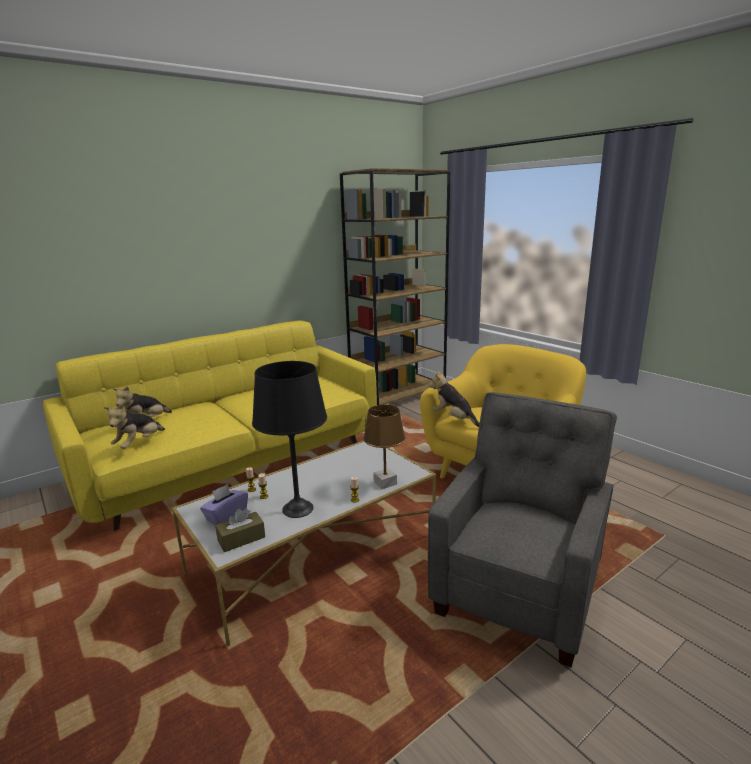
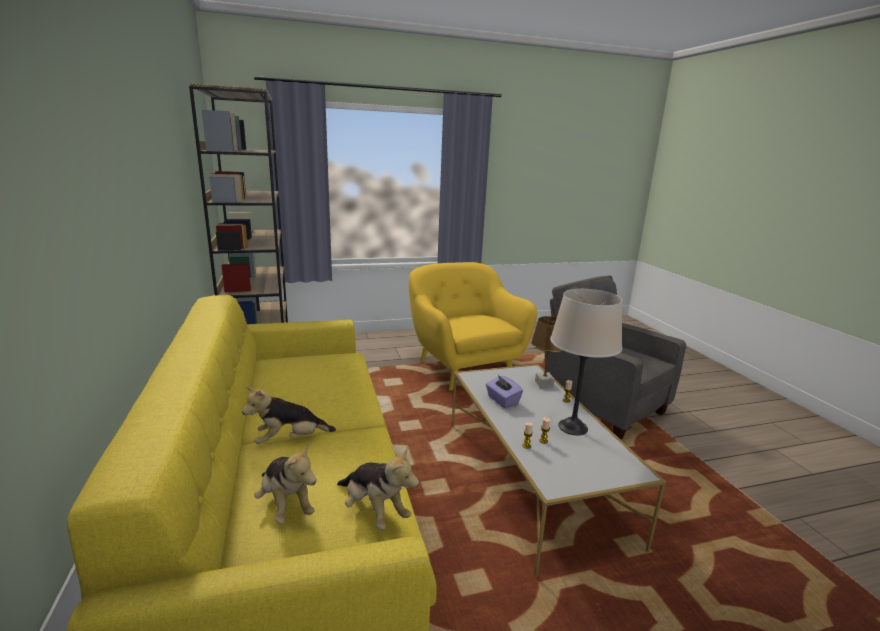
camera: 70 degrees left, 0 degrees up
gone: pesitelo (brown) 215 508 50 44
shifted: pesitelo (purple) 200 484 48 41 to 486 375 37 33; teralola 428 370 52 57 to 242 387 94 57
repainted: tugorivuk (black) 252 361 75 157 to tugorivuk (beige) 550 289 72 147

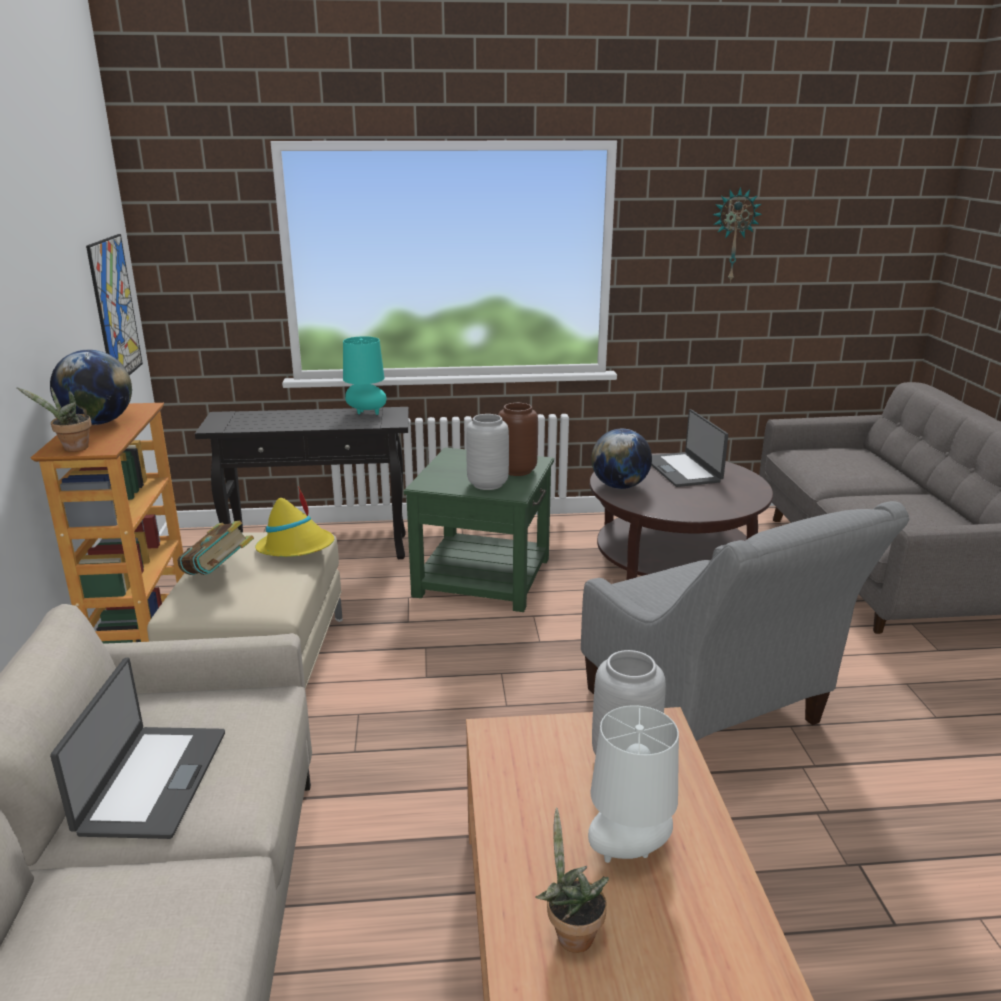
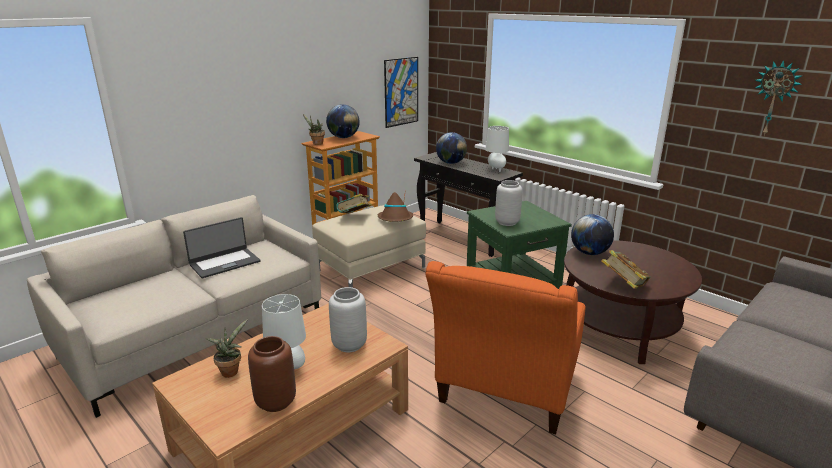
camera: 50 degrees right, 0 degrees up
gone: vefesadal 651 409 77 78
new: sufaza 436 132 31 32; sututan 601 250 50 39
shifted: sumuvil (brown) 498 403 40 73 to 248 336 48 76
repainted: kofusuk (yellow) 255 486 79 71 to kofusuk (brown) 378 189 35 33; tugorivuk (turquoise) 343 336 44 79 to tugorivuk (white) 485 126 24 46; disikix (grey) 581 501 328 240 to disikix (orange) 426 261 159 173

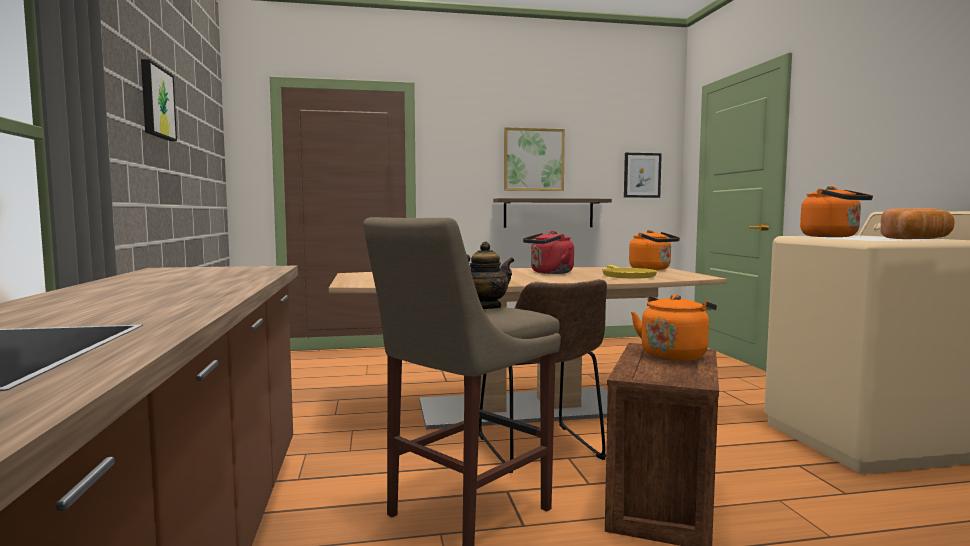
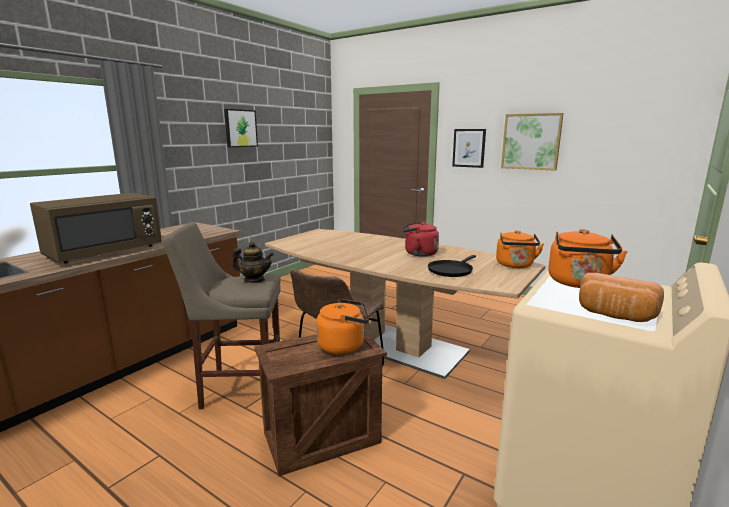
camera: 45 degrees right, 10 degrees up
gone: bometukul 493 198 119 30
new: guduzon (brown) 30 193 132 70
shifted: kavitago 624 153 38 45 to 452 129 34 39
repainted: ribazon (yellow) 602 265 55 13 to ribazon (black) 428 255 48 22

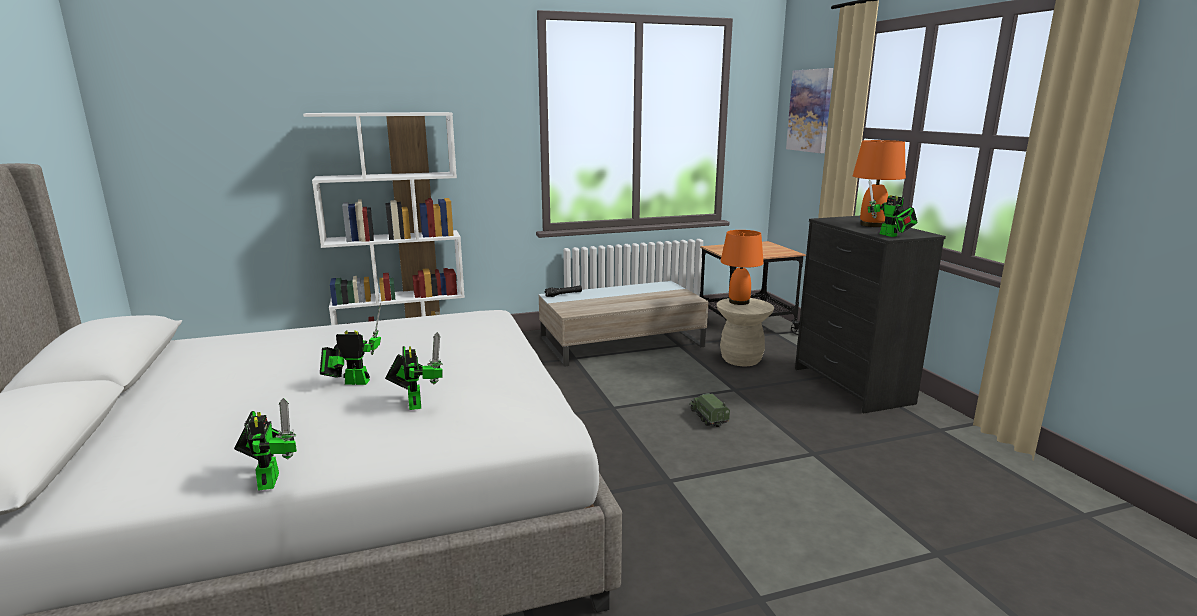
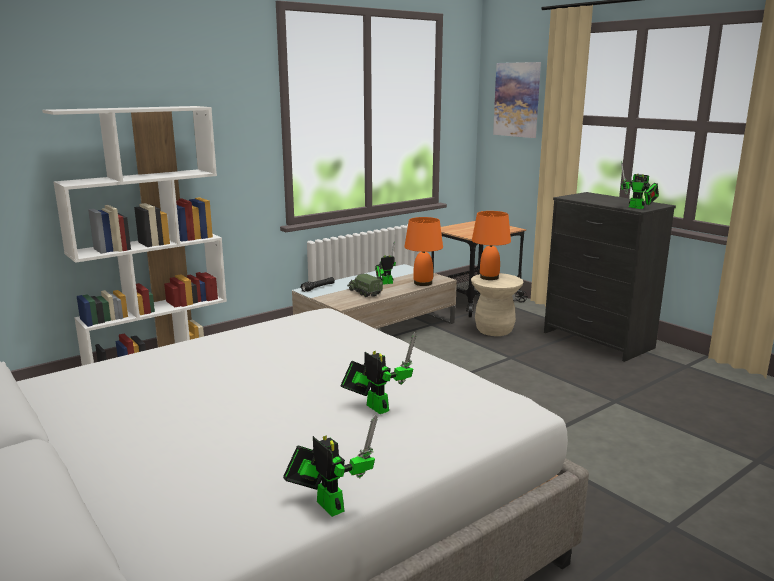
camera: 20 degrees left, 0 degrees up
shifted: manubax 320 303 61 82 to 375 241 21 44; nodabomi 689 393 41 34 to 347 274 36 23; tugorivuk (orange) 853 140 53 87 to 404 217 39 69

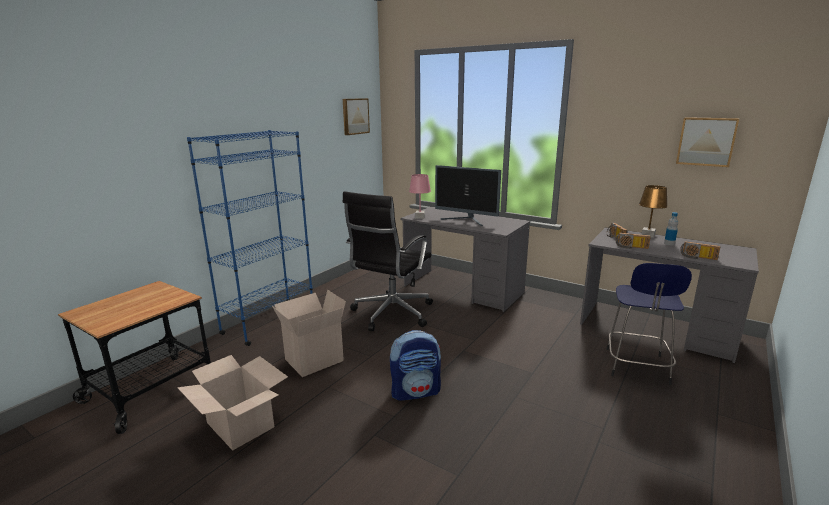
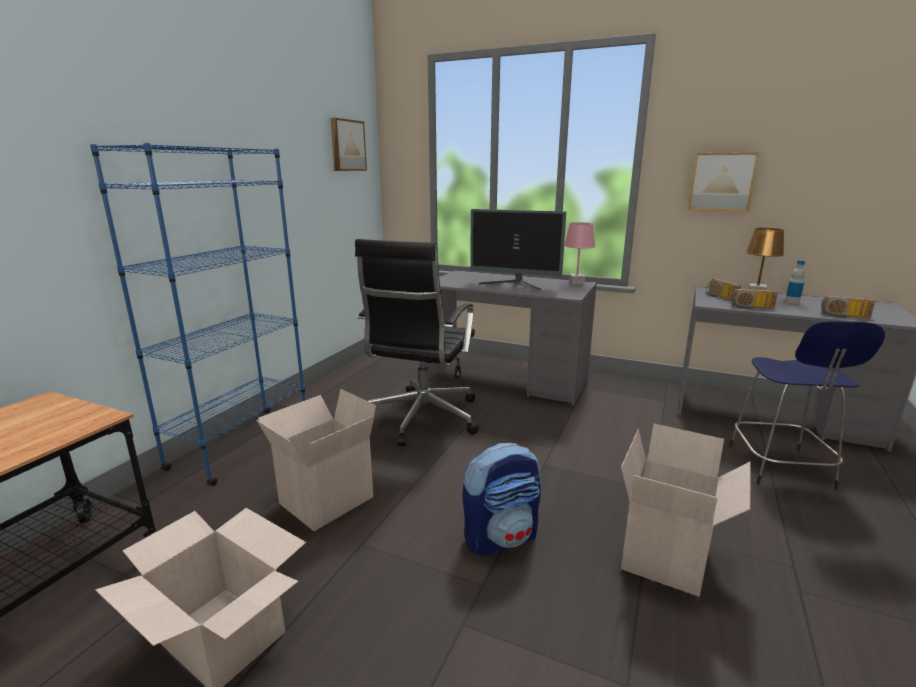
camera: 10 degrees left, 0 degrees up
new: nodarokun 621 423 130 174
shifted: tugorivuk (pink) 409 174 22 45 to 564 222 31 62; kavitago 676 117 63 50 to 688 152 71 60

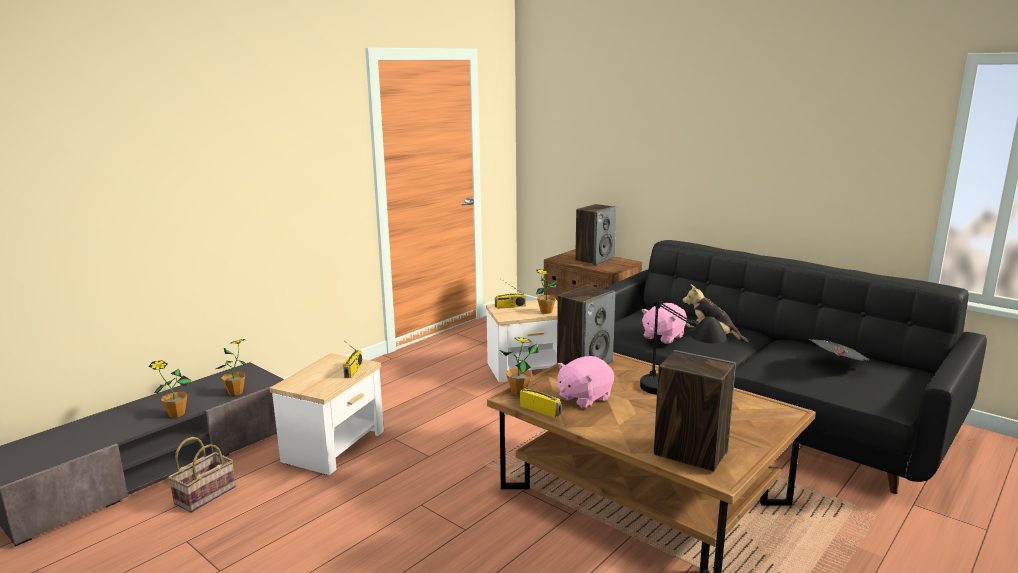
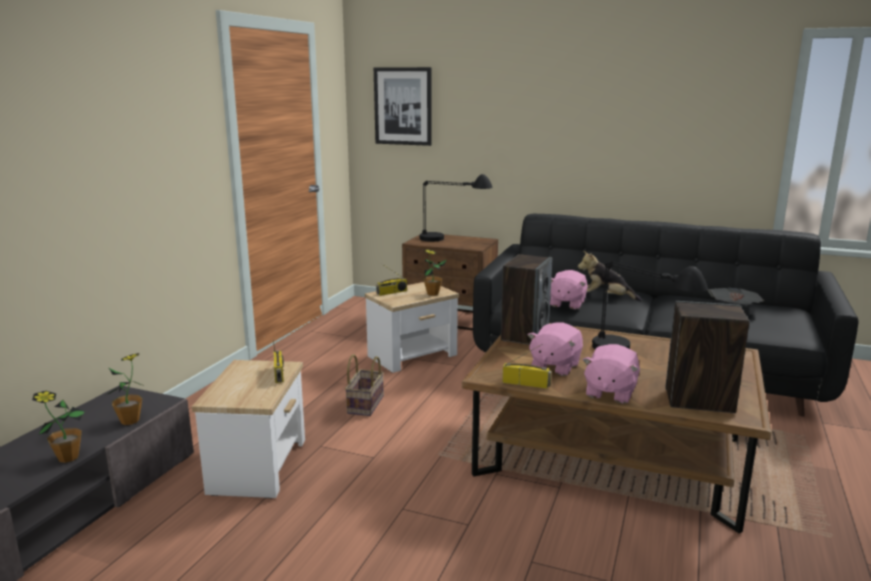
camera: 20 degrees left, 0 degrees up
gone: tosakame 500 337 39 59
new: kavitago 374 67 58 79; teralola (pink) 582 344 58 60
shifted: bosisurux 168 437 68 76 to 345 354 39 62
swapped: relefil 575 204 41 61 to tugorivuk (black) 419 174 74 68

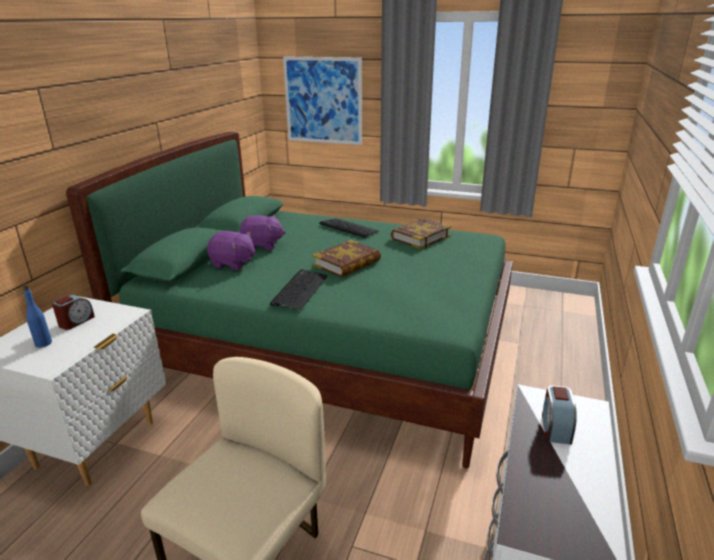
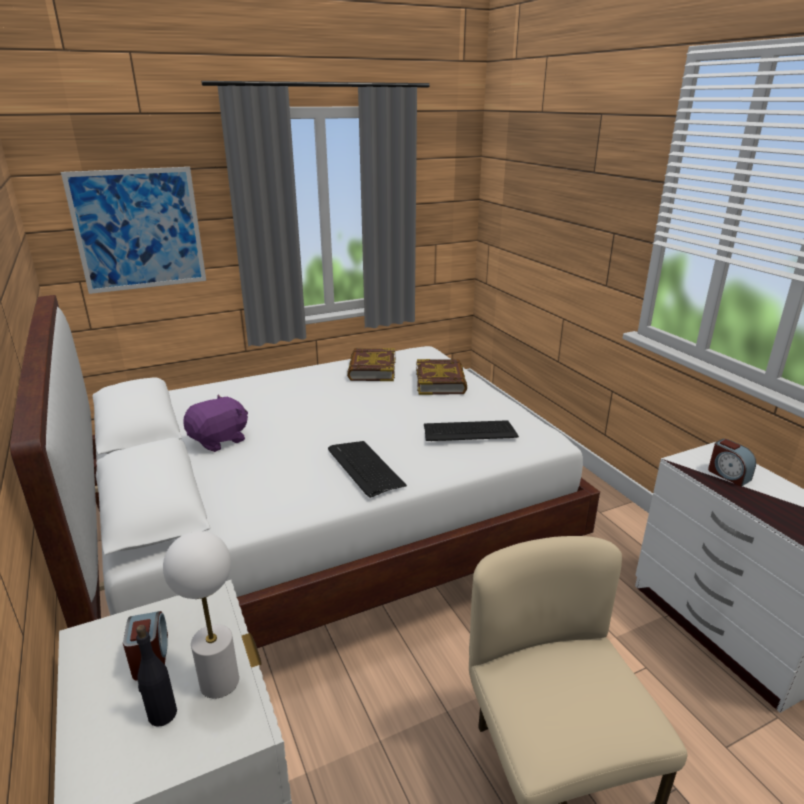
camera: 45 degrees left, 0 degrees up
gone: teralola (purple) 207 231 49 39
new: tugorivuk (white) 163 531 76 168
shifted: sututan 312 240 69 37 to 416 359 51 36; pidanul 319 218 60 20 to 424 420 95 21
repainted: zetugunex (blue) 22 284 30 64 to zetugunex (black) 136 625 41 101; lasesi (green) 66 132 447 337 to lasesi (white) 10 295 590 353

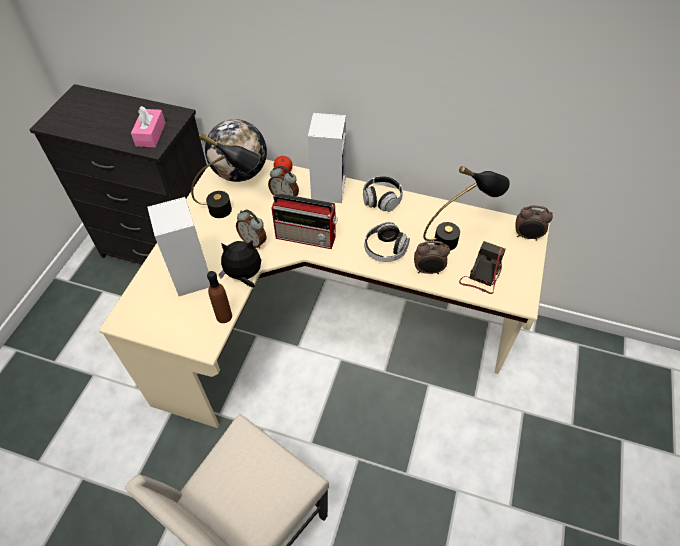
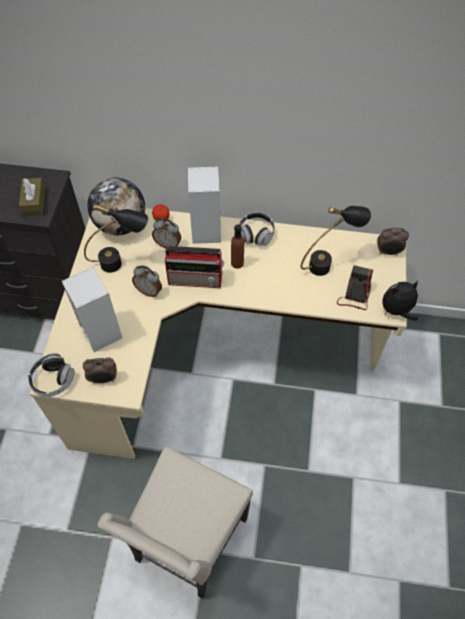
camera: 10 degrees left, 5 degrees up
shifted: zetugunex (brown) 207 271 25 52 to 231 224 13 45; teralola 219 240 42 47 to 382 281 36 40; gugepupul 364 222 46 40 to 28 353 47 44; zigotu 414 241 36 33 to 83 357 34 27
repainted: pesitelo (pink) 131 106 35 41 to pesitelo (brown) 19 178 26 38

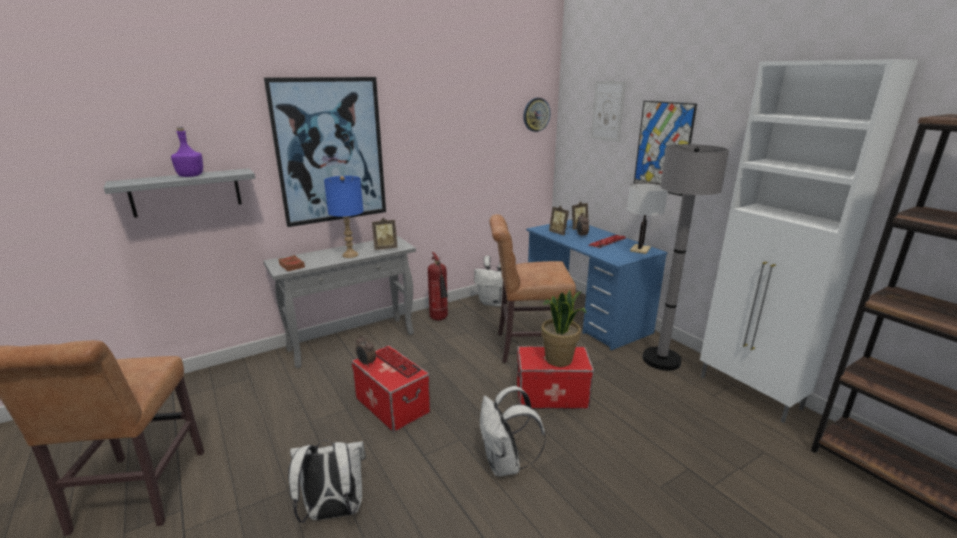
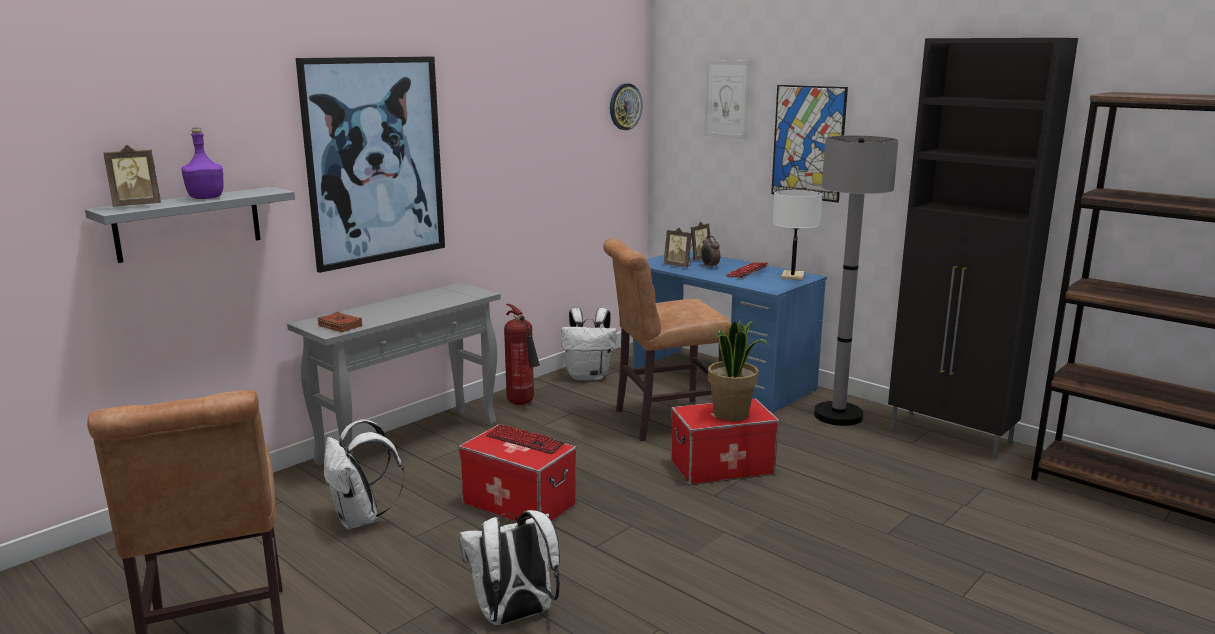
camera: 15 degrees left, 5 degrees down
gone: tugorivuk (blue) 324 176 39 82; zigotu 356 335 20 32
shifted: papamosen 372 218 25 32 to 104 145 57 62; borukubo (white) 480 386 66 91 to 324 419 81 111
repainted: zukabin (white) 700 59 218 364 to zukabin (black) 888 38 190 421

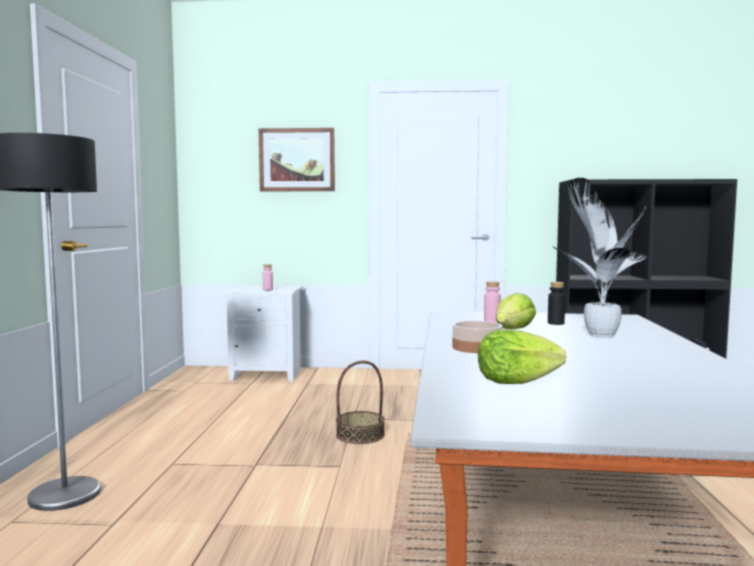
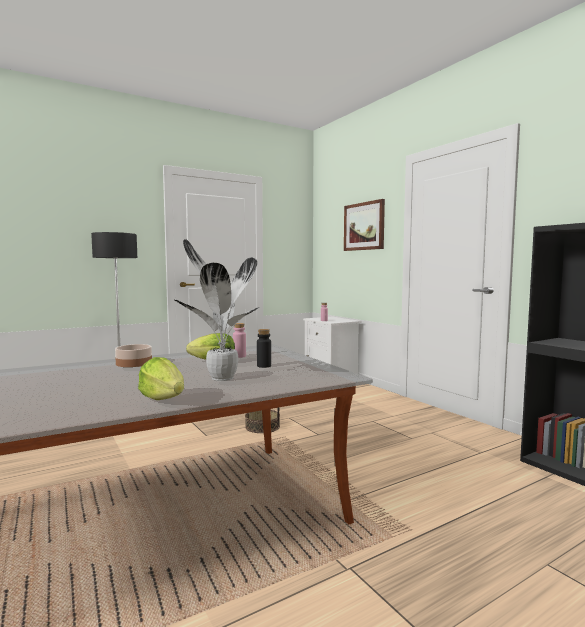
camera: 55 degrees right, 0 degrees up
shifted: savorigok 478 329 88 55 to 138 357 46 43

